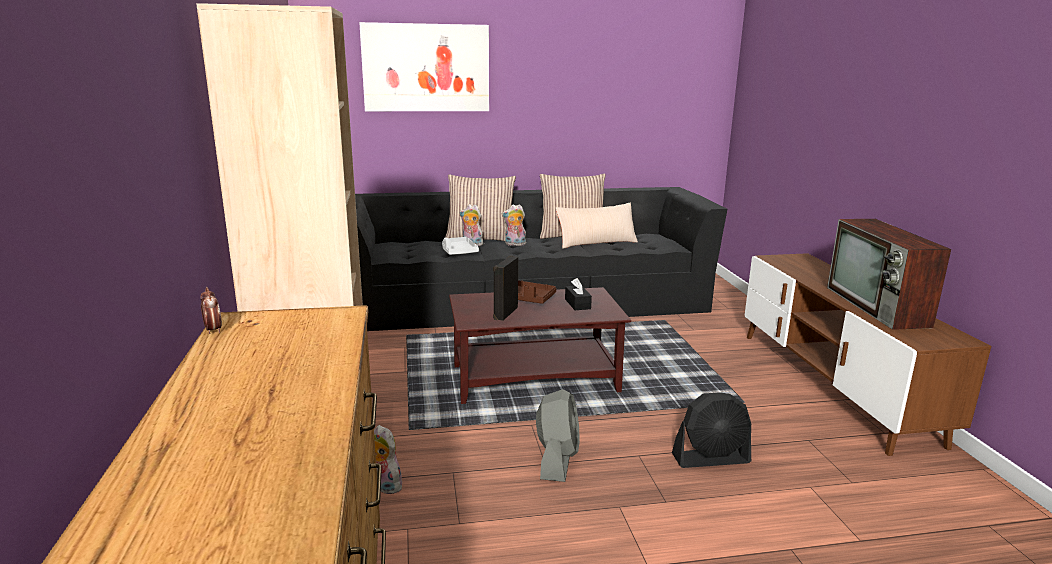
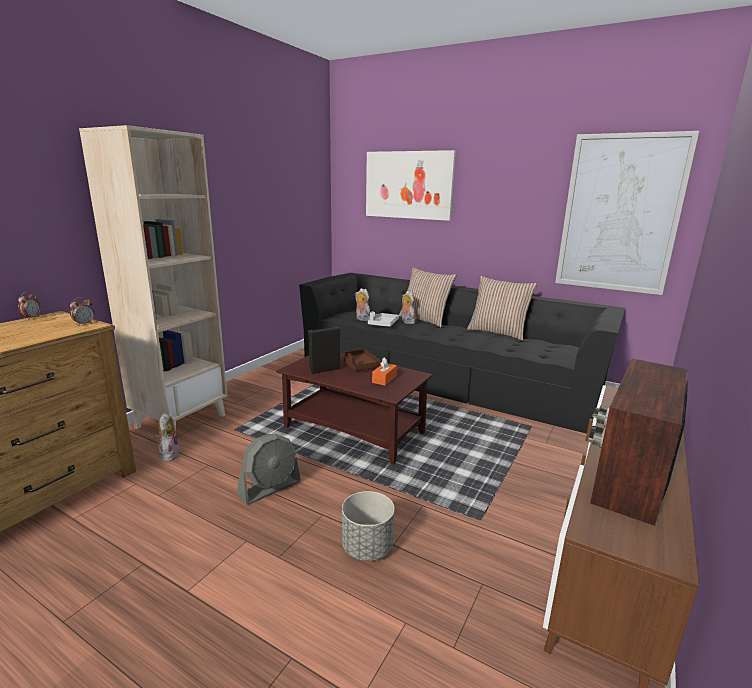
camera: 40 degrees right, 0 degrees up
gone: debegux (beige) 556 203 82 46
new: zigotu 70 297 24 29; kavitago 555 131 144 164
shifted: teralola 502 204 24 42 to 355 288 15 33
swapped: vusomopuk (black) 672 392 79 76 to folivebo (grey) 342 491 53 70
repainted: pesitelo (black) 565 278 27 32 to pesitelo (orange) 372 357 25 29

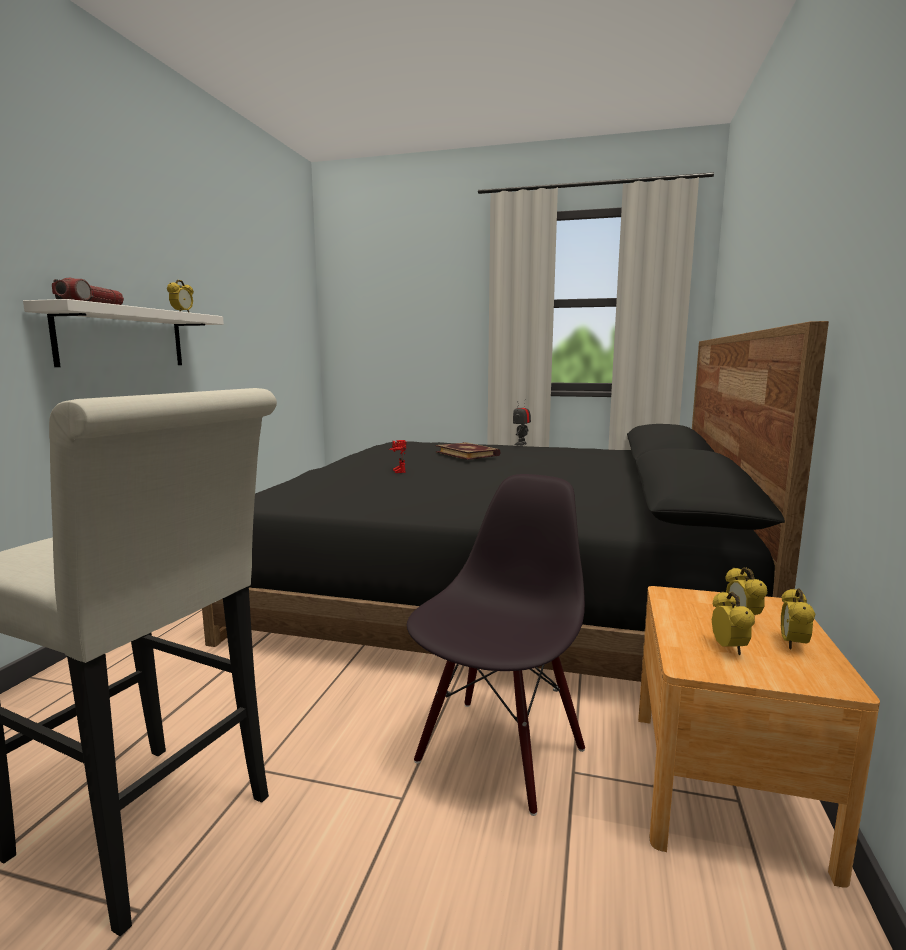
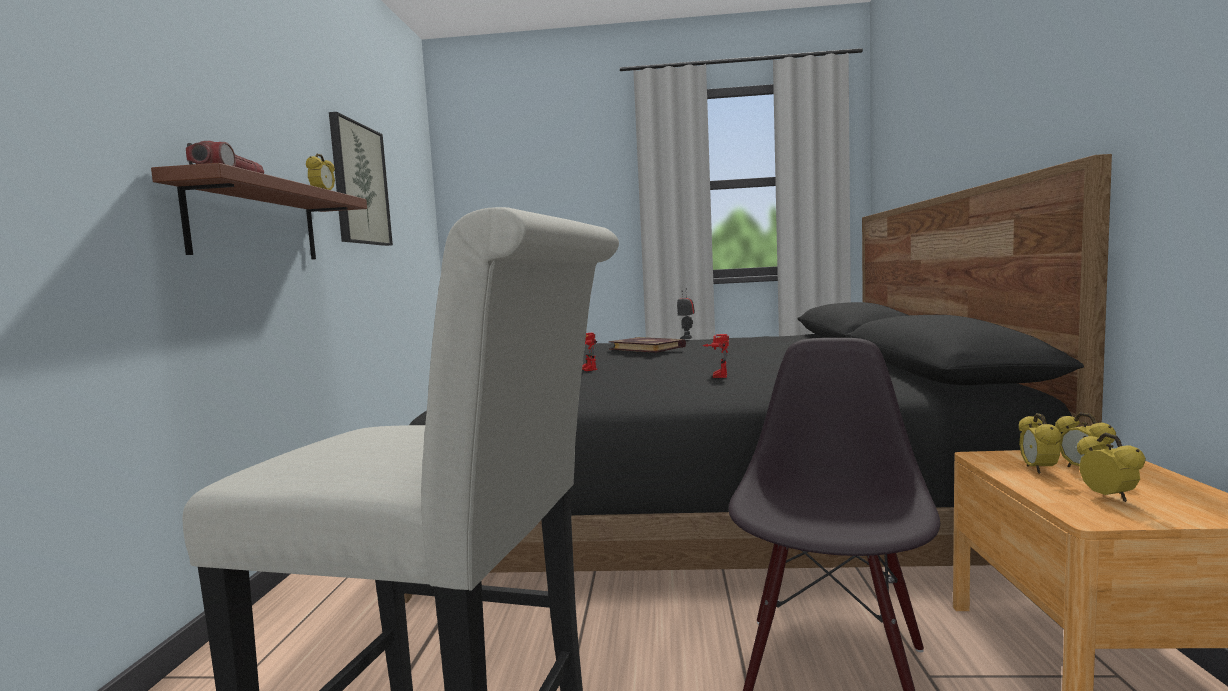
camera: 10 degrees left, 5 degrees down
new: kavitago 329 112 64 134; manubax 702 334 27 44
shifted: zigotu 781 588 35 62 to 1019 413 42 61
repainted: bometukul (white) 23 299 201 68 to bometukul (brown) 151 163 216 96

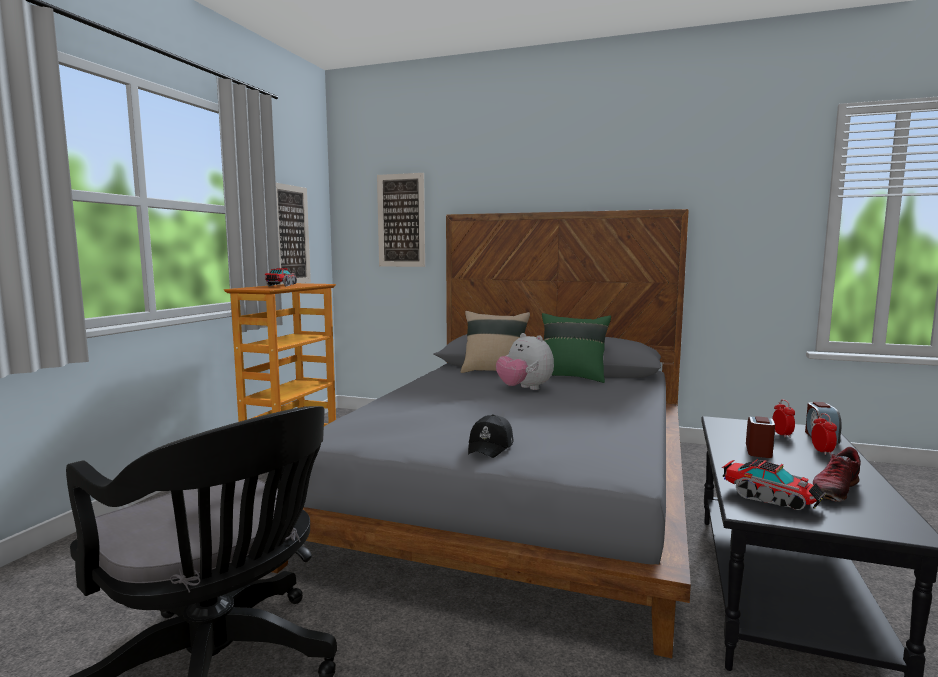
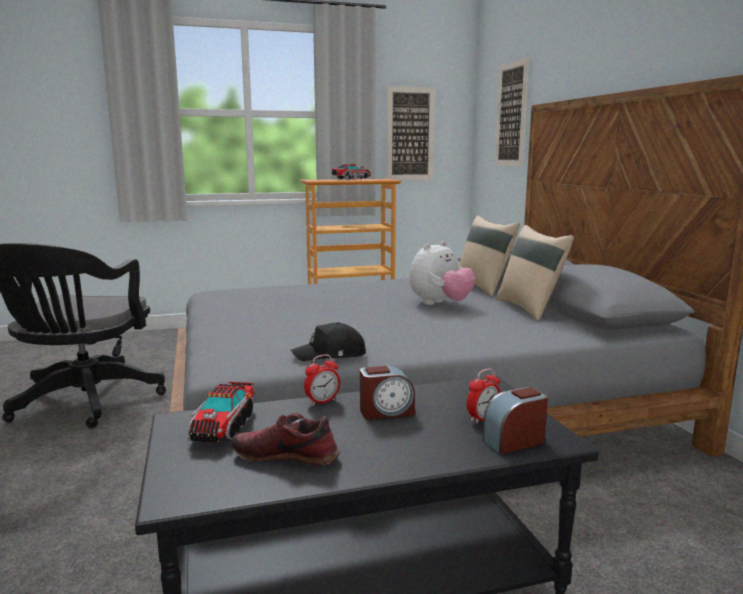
camera: 55 degrees right, 5 degrees up
shifted: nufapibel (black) 468 414 46 44 to 291 322 75 39; zigotu 811 413 26 42 to 304 354 36 52
repainted: debegux (green) 542 313 69 70 to debegux (beige) 497 225 77 96
rotated: teralola 496 333 58 57 = 409 241 67 64 150 degrees counterclockwise

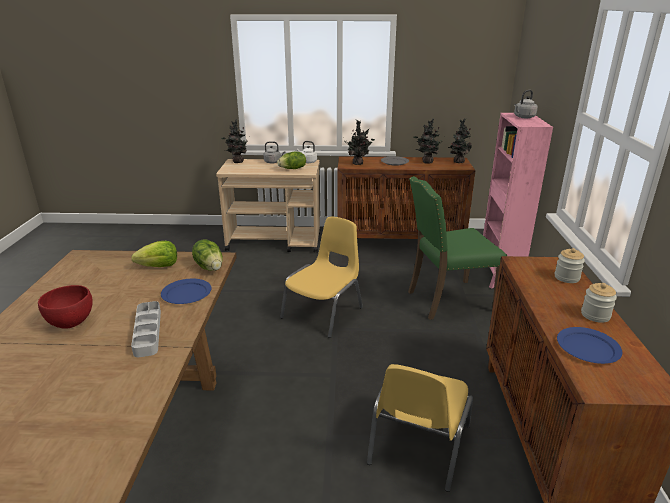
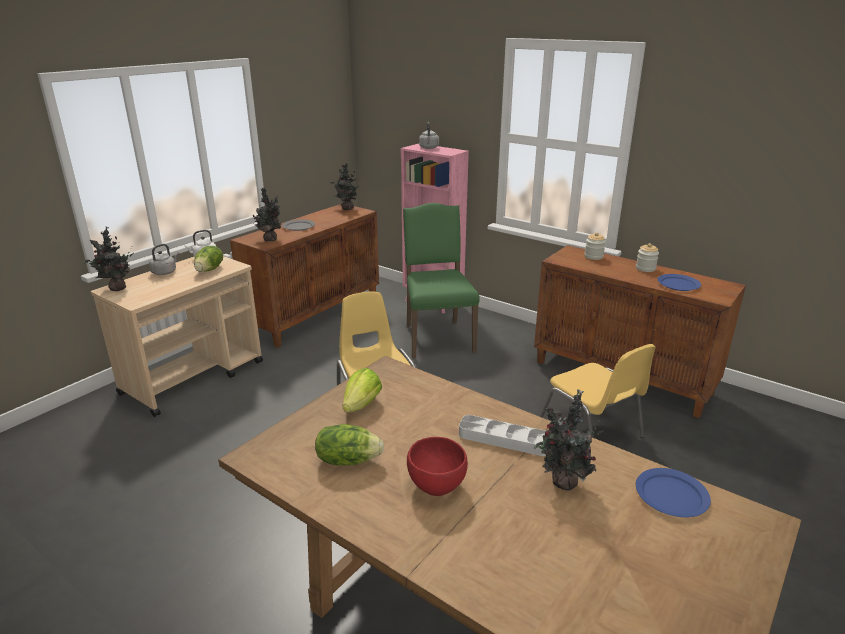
camera: 55 degrees left, 0 degrees up
shifted: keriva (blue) 161 279 50 25 to 636 468 75 49; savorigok 192 239 31 32 to 315 424 69 42; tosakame 414 118 27 45 to 534 389 70 102
rotated: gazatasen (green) 408 176 99 144 = 403 203 77 155 150 degrees clockwise

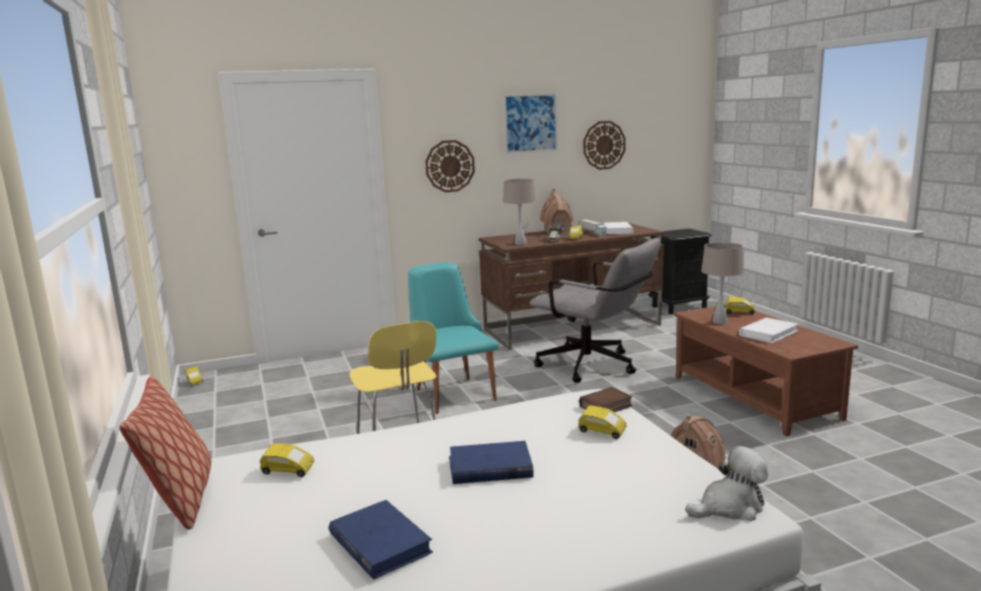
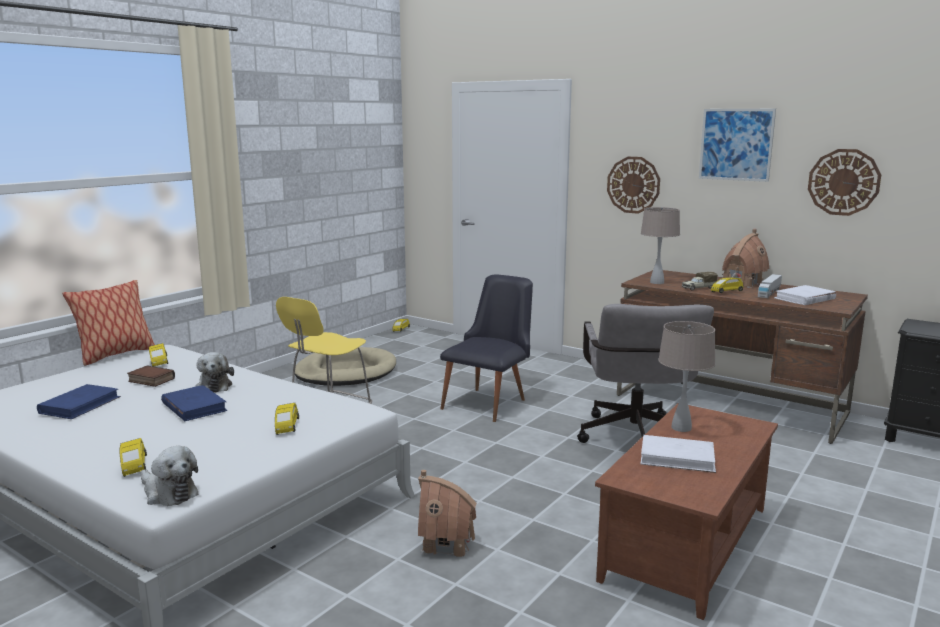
camera: 55 degrees right, 0 degrees up
new: teralola 195 352 39 41; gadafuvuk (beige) 295 347 101 39
shifted: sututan 579 387 53 25 to 127 365 48 22; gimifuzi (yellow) 725 297 30 18 to 119 438 28 39
repainted: gazatasen (turquoise) 408 262 91 152 to gazatasen (black) 440 274 93 148

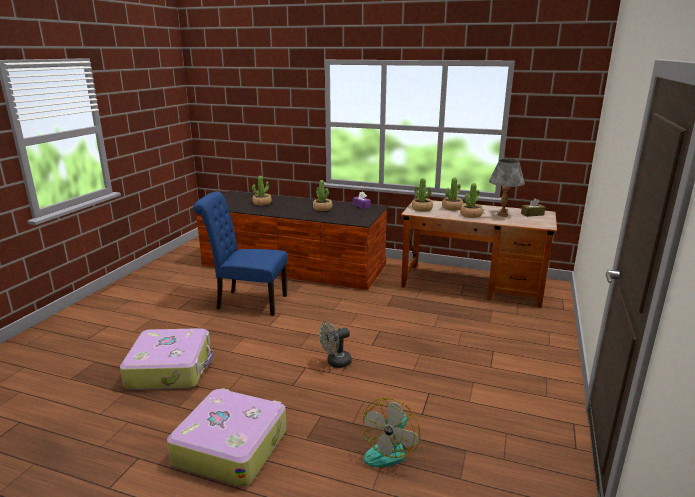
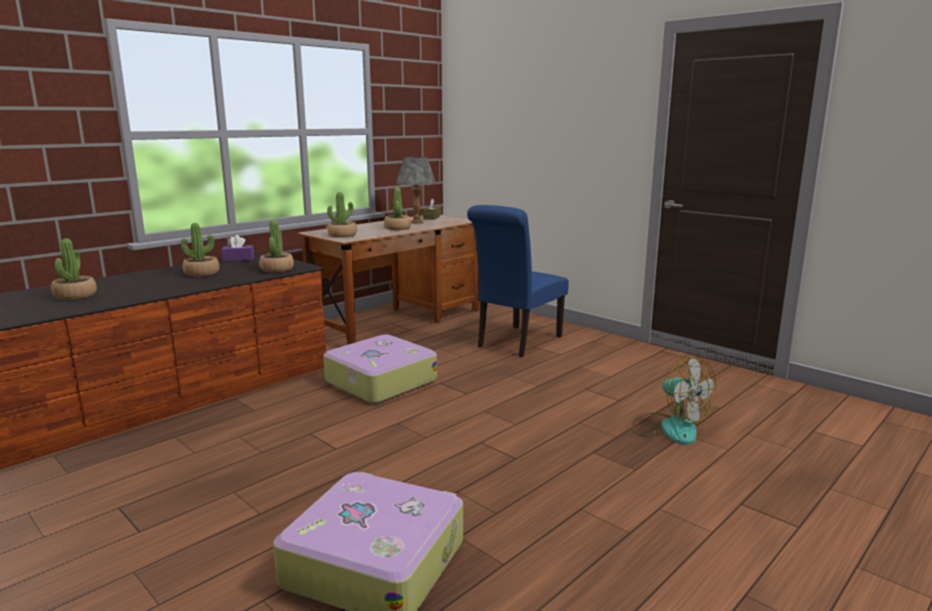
camera: 65 degrees left, 5 degrees down
gone: vusomopuk (grey) 319 322 33 46
shifted: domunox 167 388 120 99 to 323 335 114 69; gazatasen (blue) 193 192 95 124 to 467 205 102 152; tosakame 442 178 21 33 to 259 220 35 53

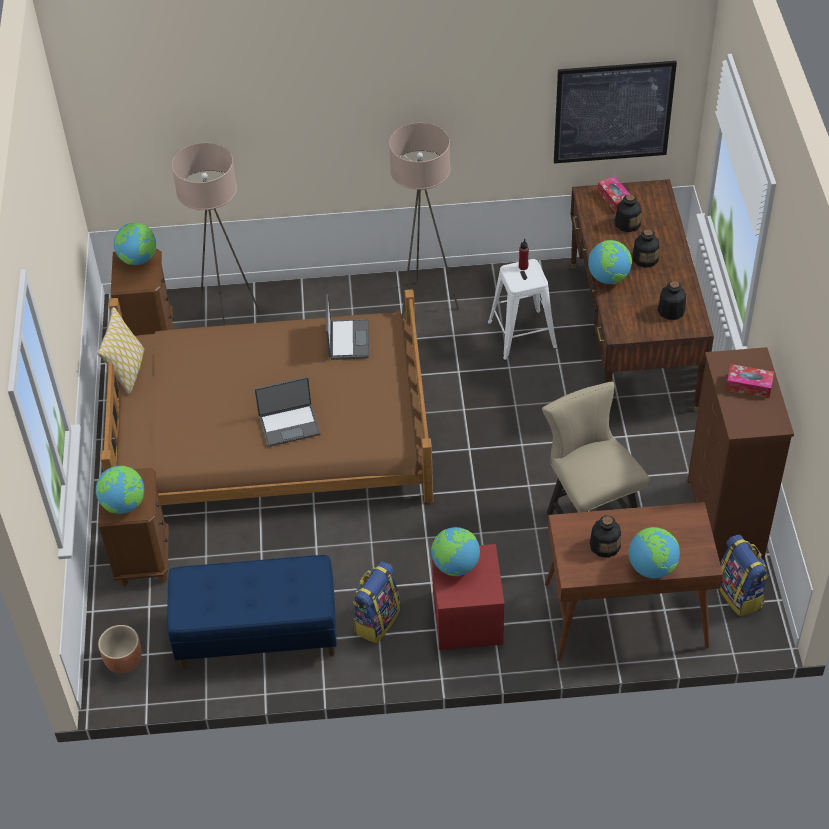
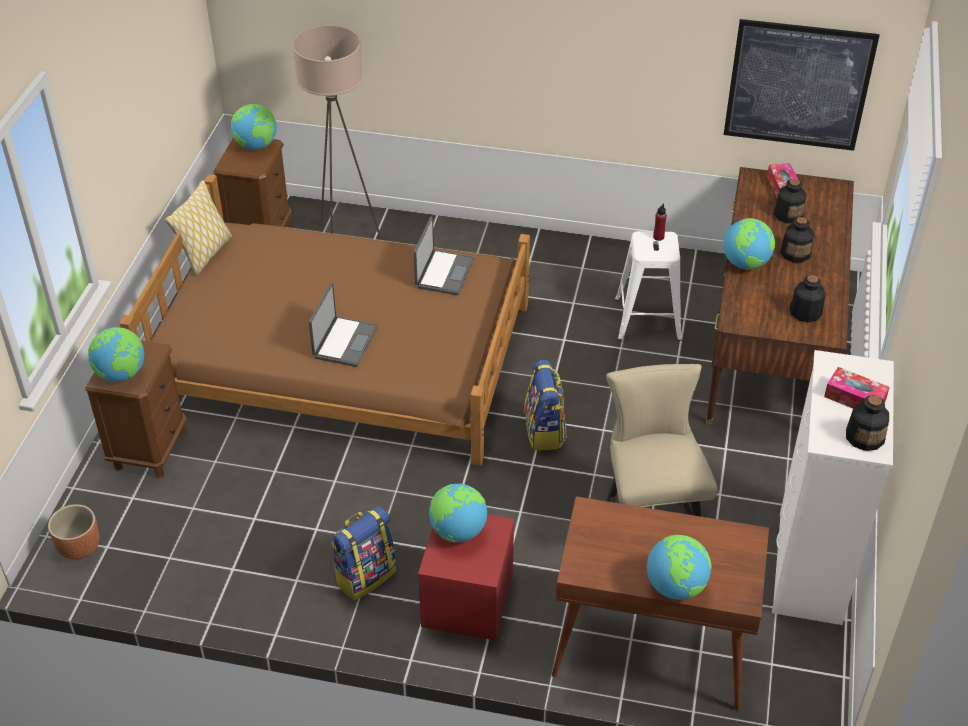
camera: 15 degrees right, 5 degrees down
gone: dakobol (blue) 167 555 170 114; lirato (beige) 389 123 70 194
shifted: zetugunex 590 515 31 43 to 846 395 43 56; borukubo 719 535 49 81 to 524 360 42 91
repainted: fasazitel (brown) 687 347 107 216 to fasazitel (white) 772 350 122 275
rotated: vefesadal 255 377 65 70 = 309 283 69 84 75 degrees counterclockwise

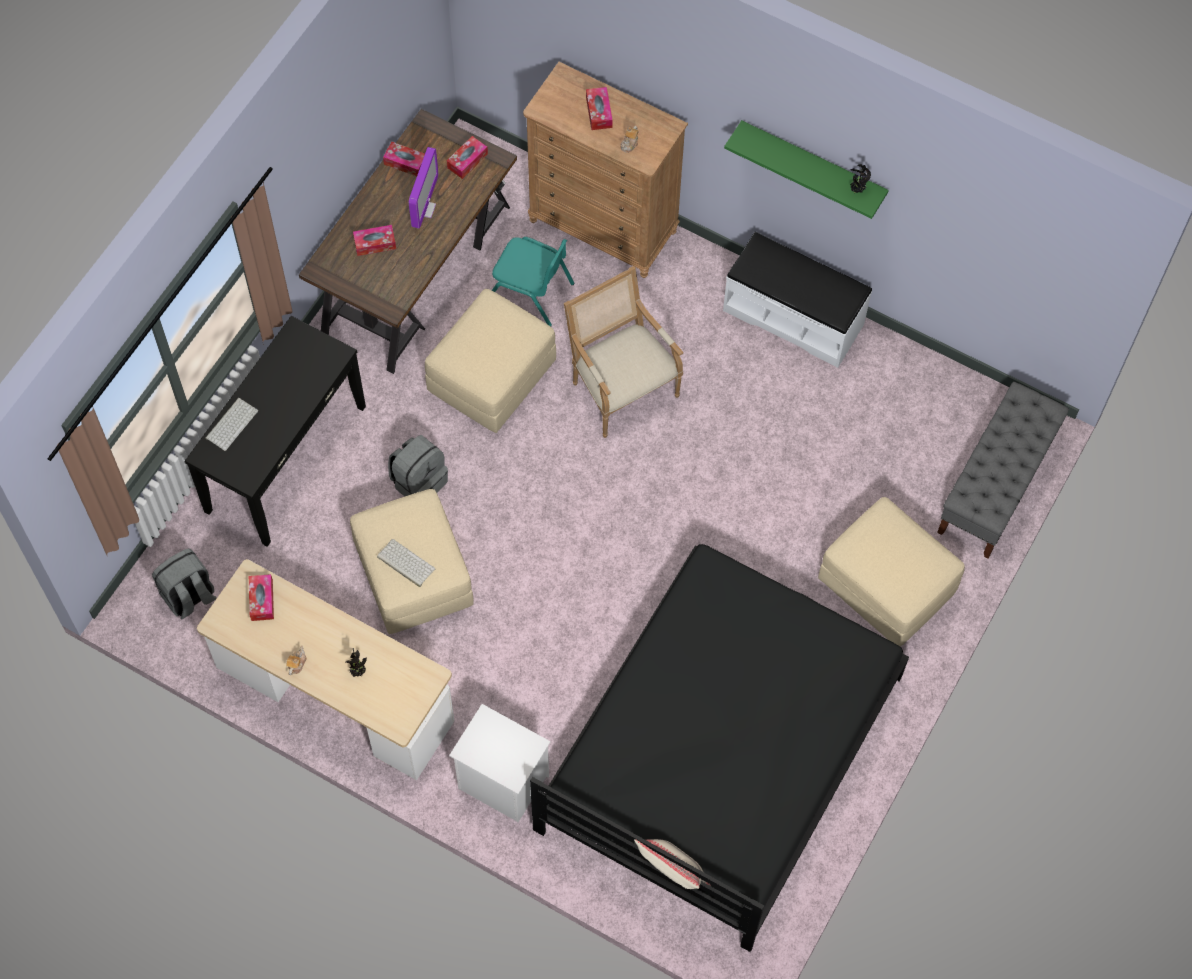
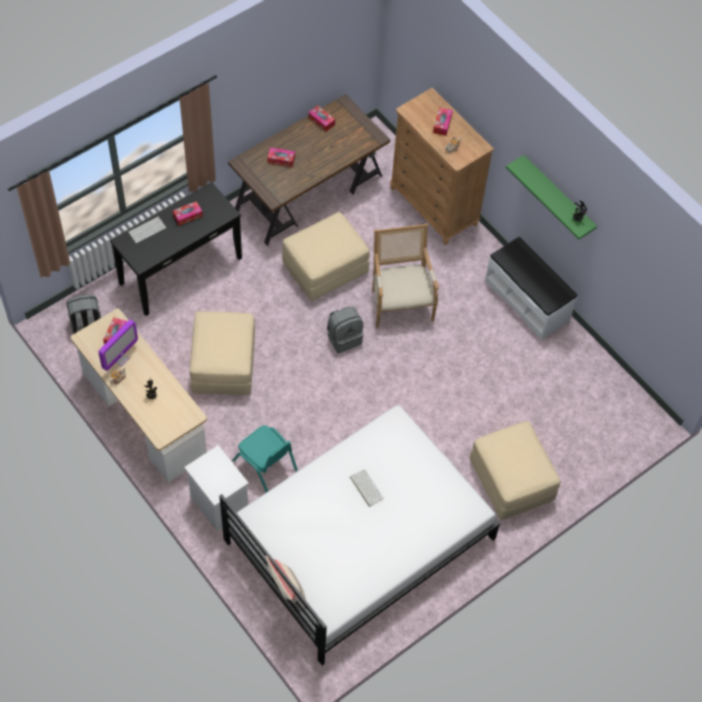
camera: 20 degrees right, 5 degrees down
gone: dakobol (grey) 937 382 132 177
shifted: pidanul 377 539 58 48 to 350 470 34 37; borukubo (grey) 388 435 60 62 to 327 307 37 46; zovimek 409 147 29 81 to 98 319 40 52; pesitelo 447 136 41 43 to 173 201 30 25; gazatasen (turquoise) 492 237 82 90 to 232 425 66 68
repainted: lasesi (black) 530 544 379 408 to lasesi (white) 219 405 281 260

